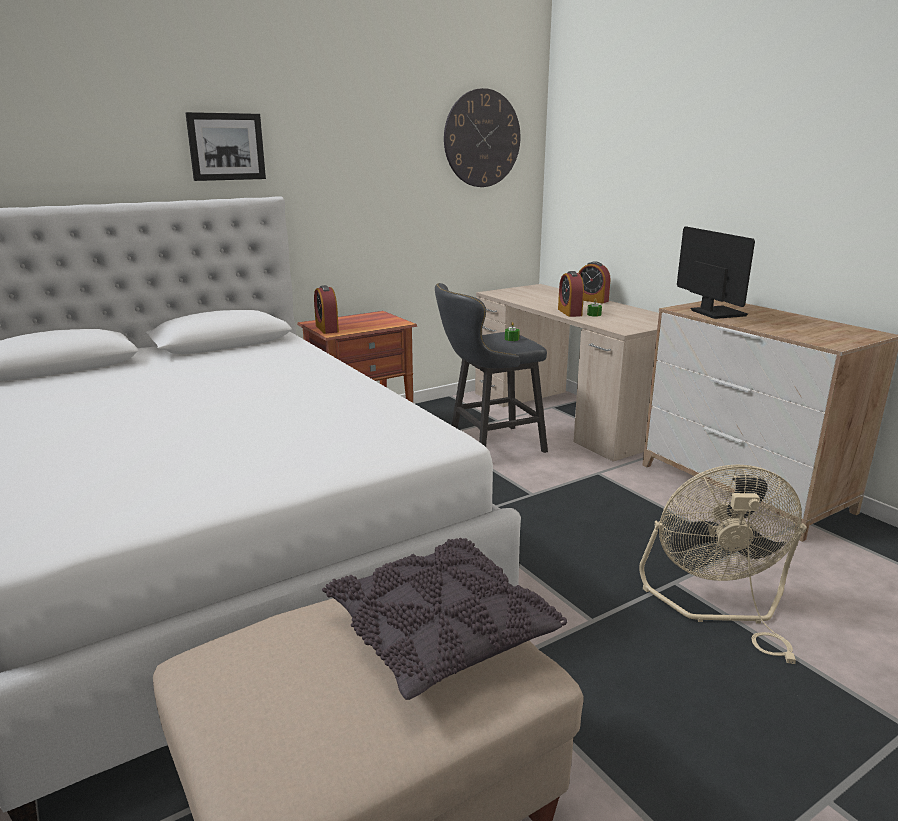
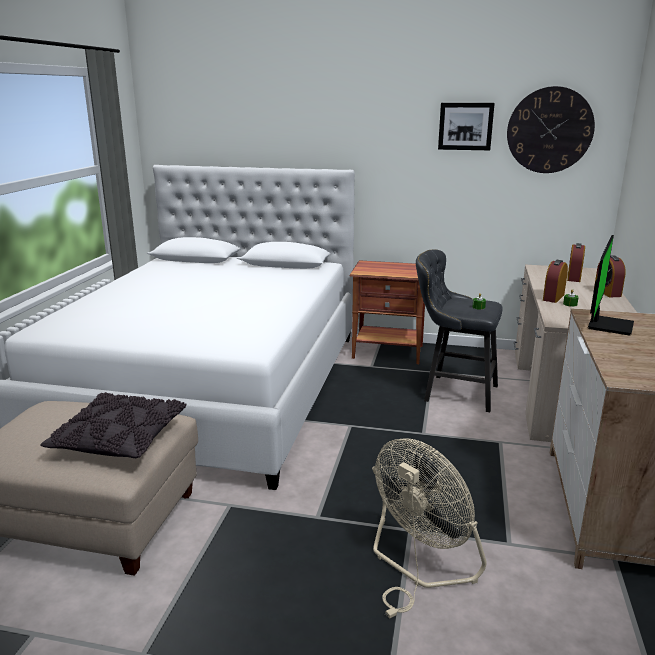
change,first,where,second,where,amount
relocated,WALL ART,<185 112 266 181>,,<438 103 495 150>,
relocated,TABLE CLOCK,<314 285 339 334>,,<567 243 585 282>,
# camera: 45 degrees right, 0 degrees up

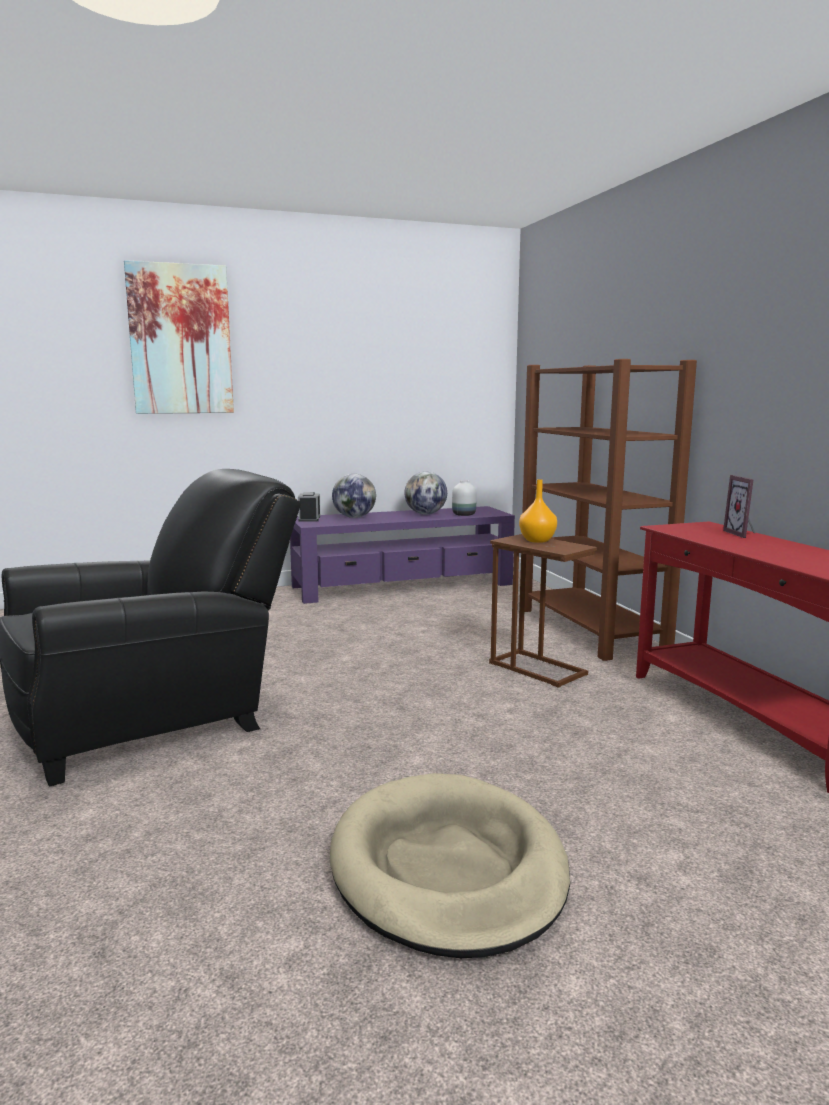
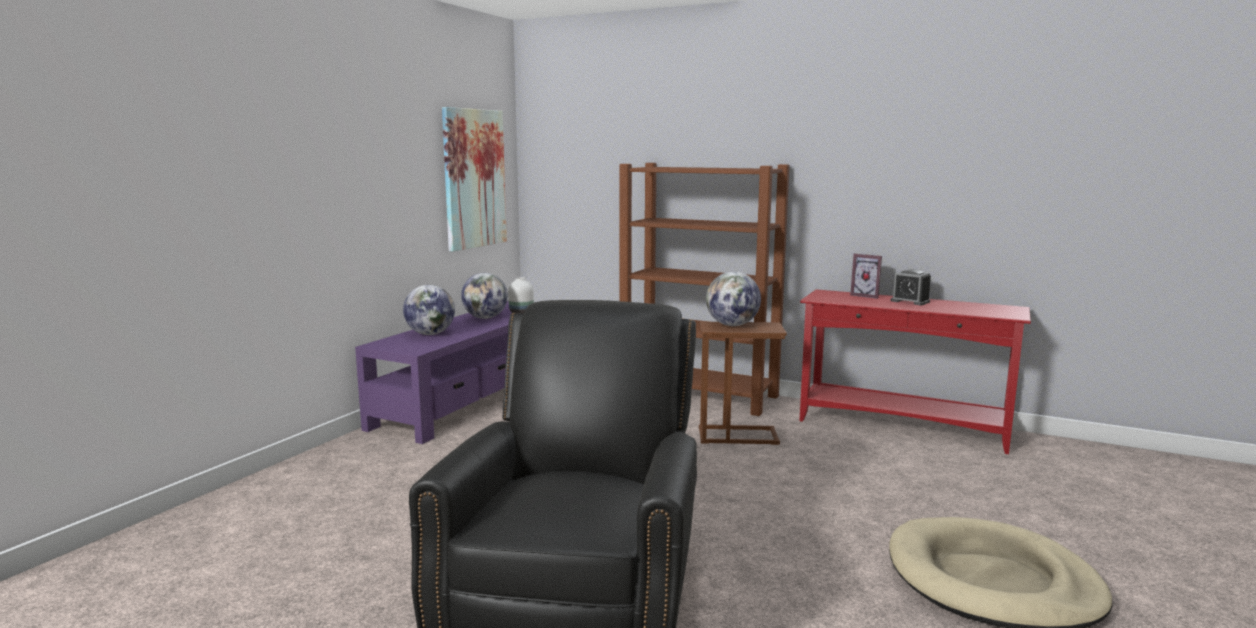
change,first,where,second,where,amount
relocated,WALL ART,<124 260 234 414>,,<442 107 507 252>,
relocated,TABLE CLOCK,<298 492 320 522>,,<891 269 931 305>,
exchanged,ORANGEY VASE,<519 479 557 543>,GLOBE,<706 272 761 326>,
# camera: 45 degrees left, 0 degrees up

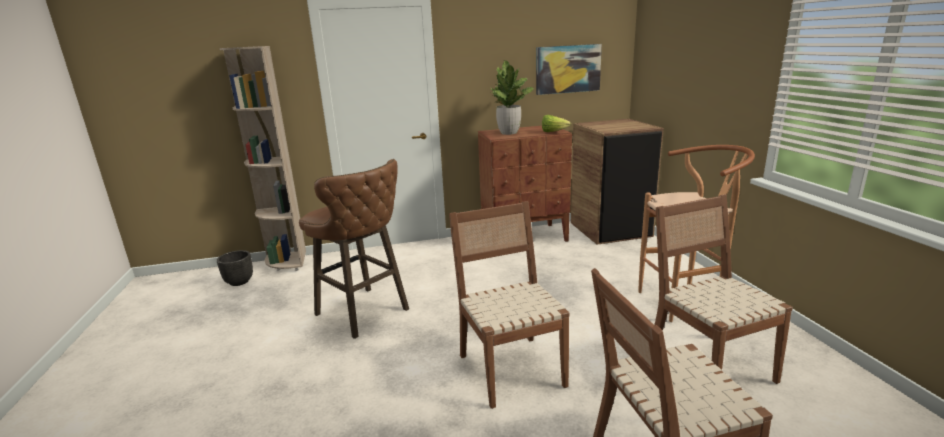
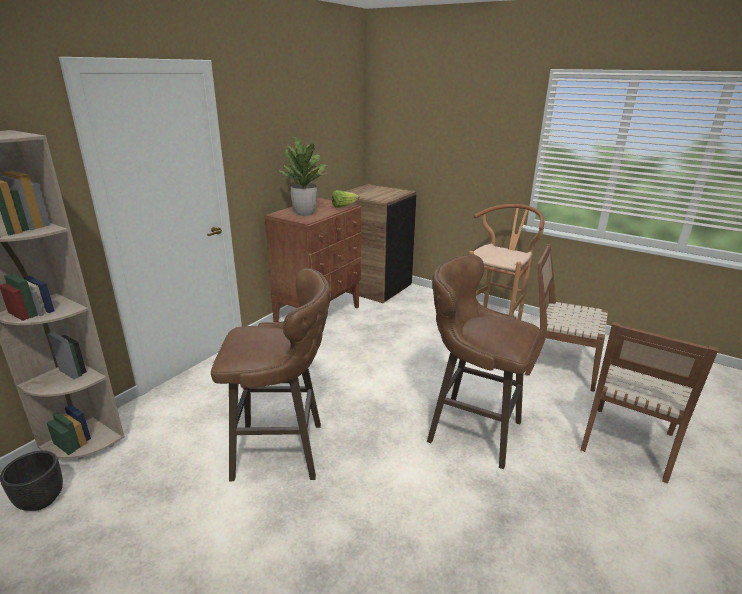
change,first,where,second,where,amount
missing,WALL ART,<536 44 602 95>,,,
exchanged,PLAIN CHAIR,<449 201 570 409>,BROWNISH SITTING STOOL,<427 254 541 469>,
# camera: 45 degrees left, 5 degrees up

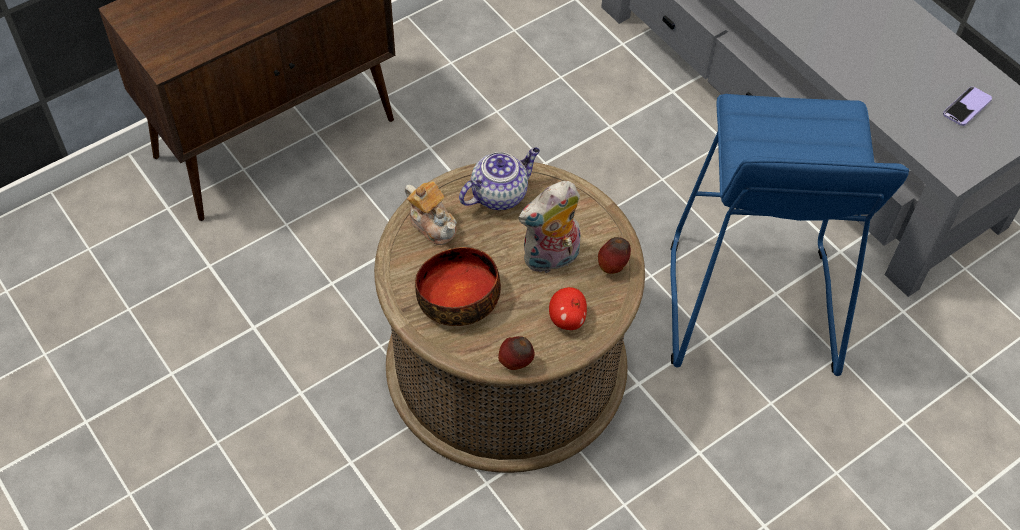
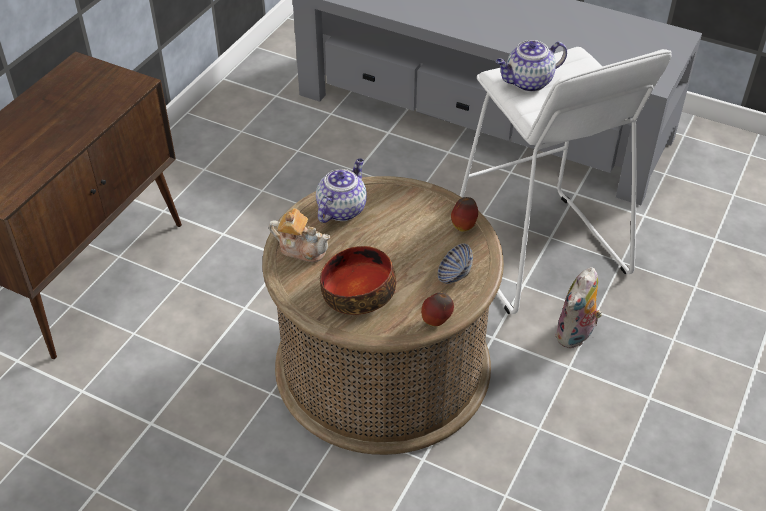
change,first,where,second,where,amount
missing,HANDSET,<943 87 992 126>,,,
appeared,,,TEAPOT,<496 40 567 92>,
relocated,PLUSH TOY,<518 181 581 273>,,<555 267 602 349>,
exchanged,WHOLE APPLE,<549 287 587 330>,SERVING BOWL,<438 243 473 284>,
colour,BLUISH SITTING STOOL,<670 94 909 376>,WHITE SITTING STOOL,<460 47 672 314>,
# camera: 25 degrees left, 10 degrees down

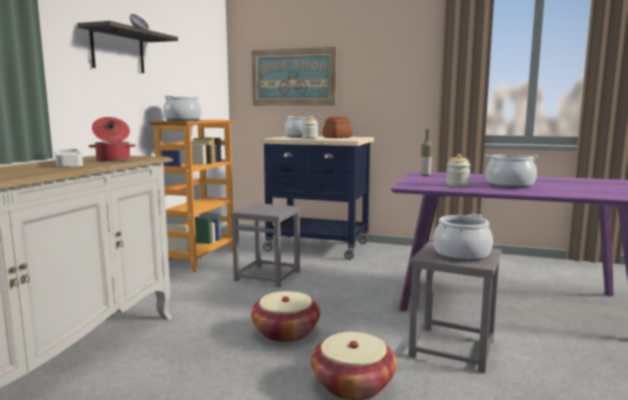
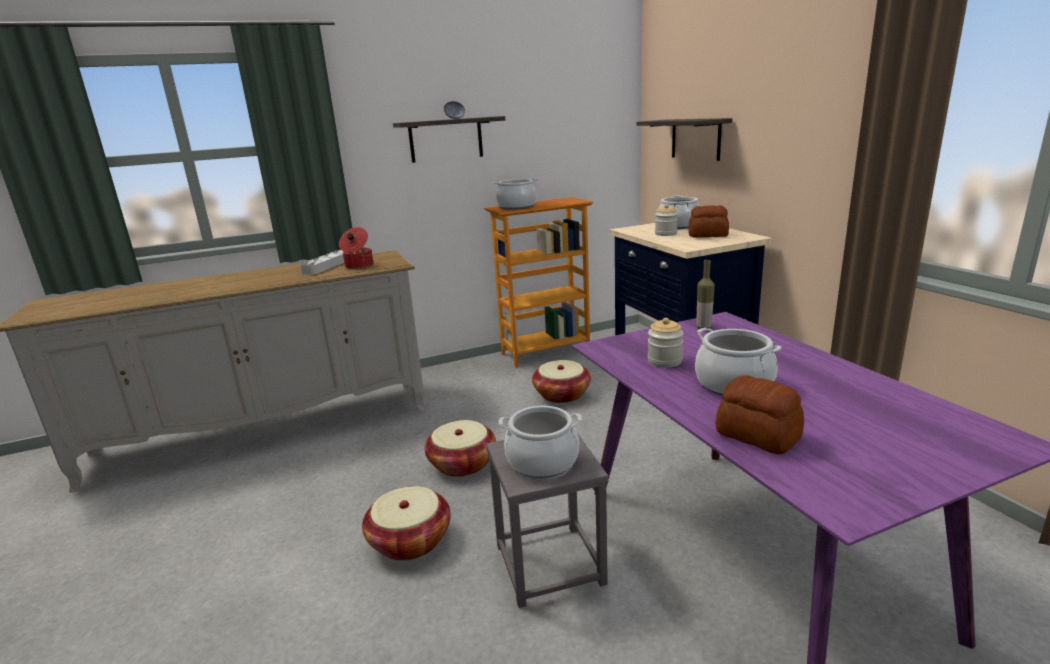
change,first,where,second,where,amount
appeared,,,BAKERY BREAD,<715 375 804 454>,
exchanged,GRAY SITTING STOOL,<230 203 301 287>,BASKET,<532 360 591 403>,
exchanged,WALL ART,<252 47 337 106>,SHELF,<637 118 732 161>,
# camera: 50 degrees right, 10 degrees up

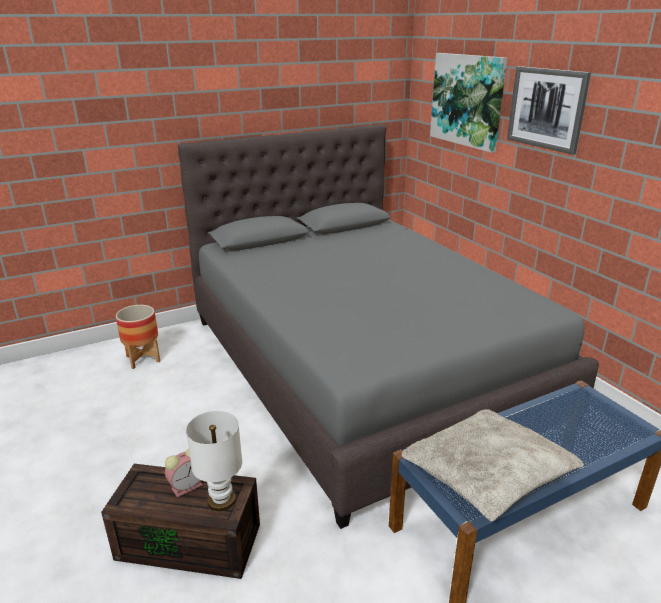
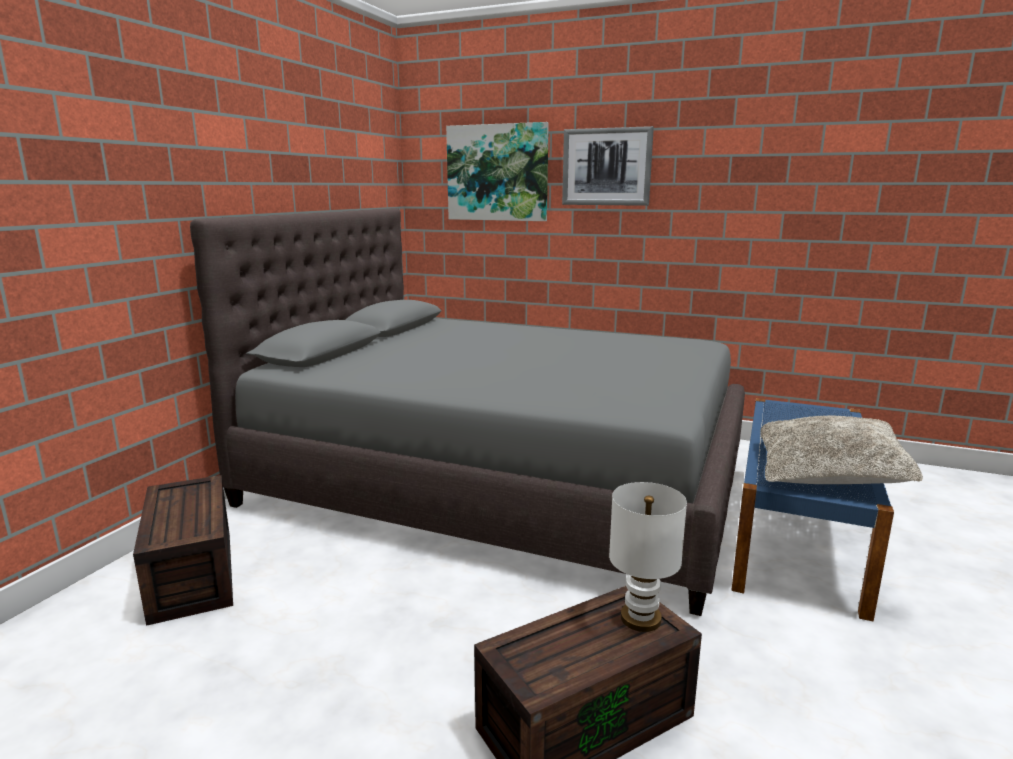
change,first,where,second,where,amount
missing,TABLE CLOCK,<165 449 203 497>,,,
exchanged,PLANT POT,<116 305 160 369>,BROWNISH STORAGE BOX,<133 475 233 626>,
# camera: 40 degrees left, 10 degrees down

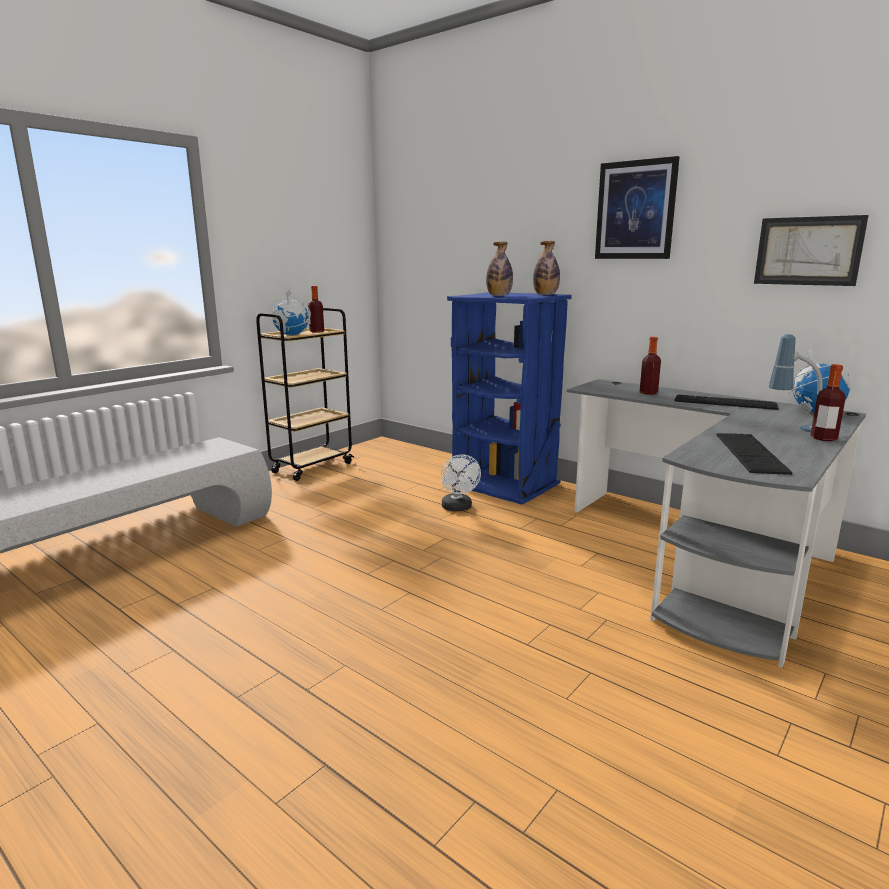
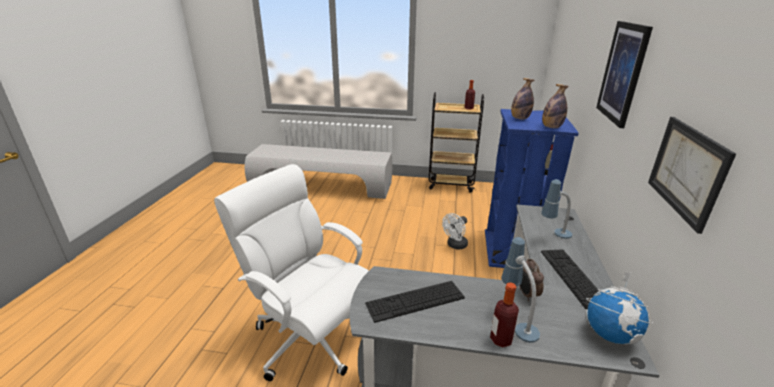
change,first,where,second,where,amount
missing,GLOBE,<270 288 311 335>,,,
appeared,,,WHITE COMPUTER CHAIR,<214 164 369 381>,
appeared,,,TABLE CLOCK,<519 259 544 301>,
exchanged,DRINK BOTTLE,<640 337 661 395>,TABLETOP LAMP,<541 179 572 239>,
# camera: 60 degrees right, 10 degrees up

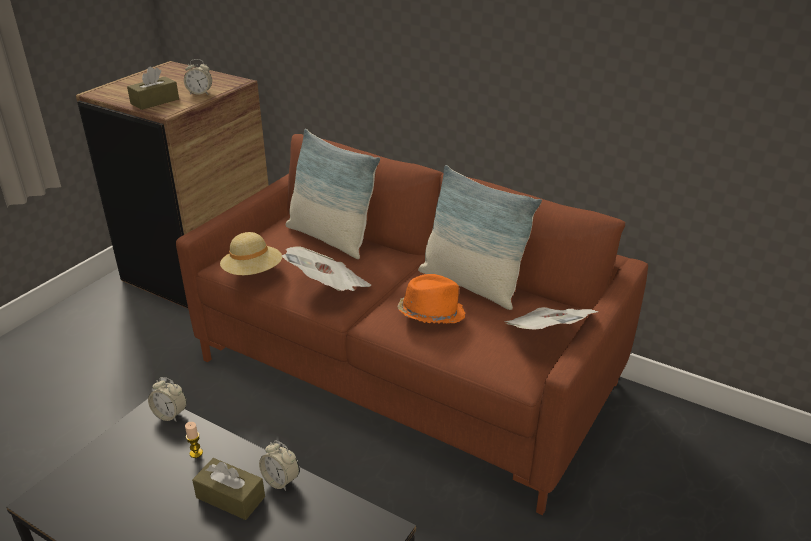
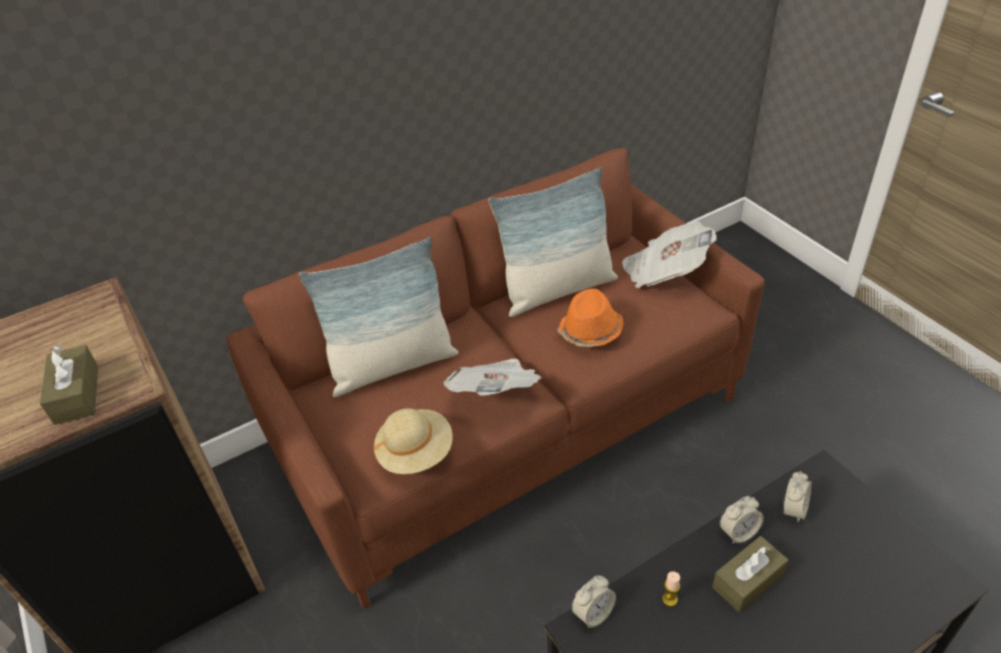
change,first,where,second,where,amount
relocated,TABLE CLOCK,<184 59 212 95>,,<783 471 812 523>,
# camera: 60 degrees left, 10 degrees up

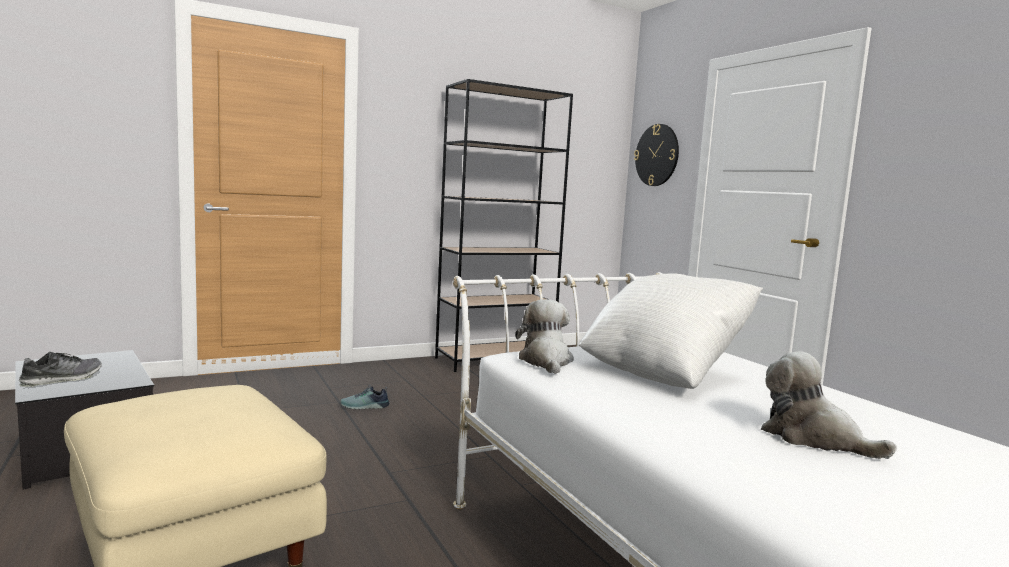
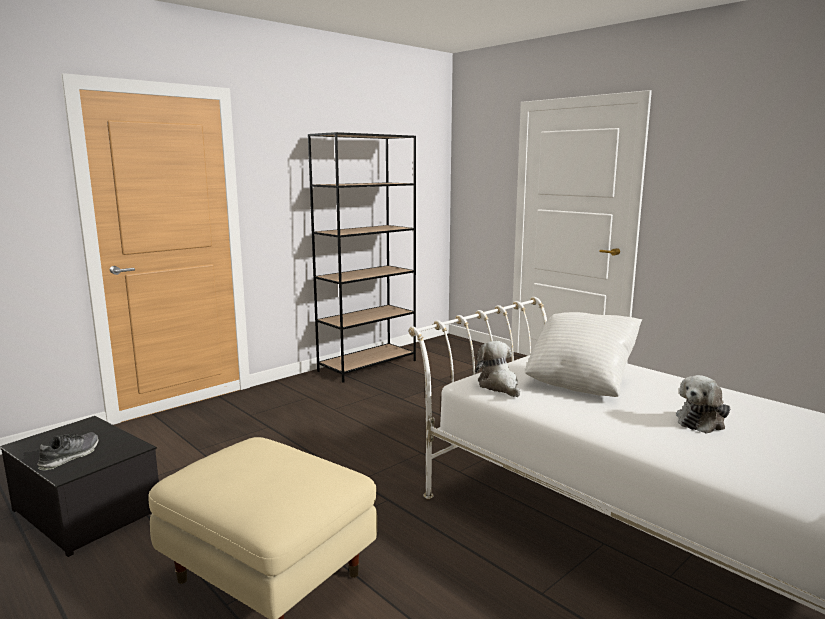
change,first,where,second,where,amount
missing,SHOE,<340 385 390 409>,,,
missing,WALL CLOCK,<634 124 679 186>,,,
spun,PLUSH TOY,<761 351 897 459>,,<676 375 730 434>,75 degrees counterclockwise
# camera: 15 degrees left, 5 degrees up

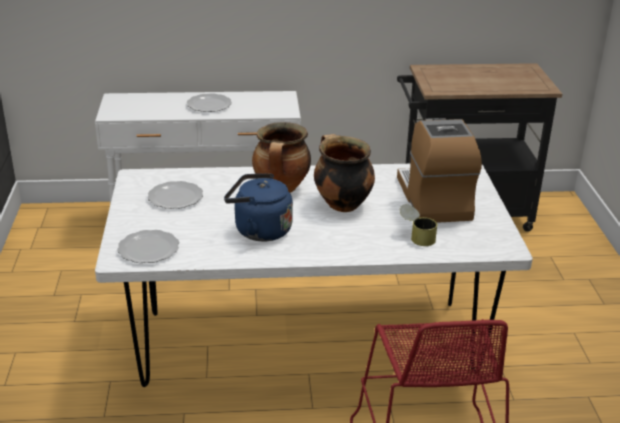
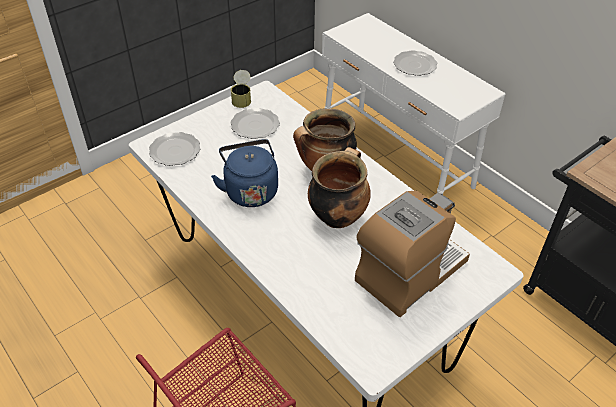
change,first,where,second,where,amount
relocated,CAN,<400 204 438 246>,,<231 70 251 108>,
# camera: 55 degrees right, 15 degrees up

